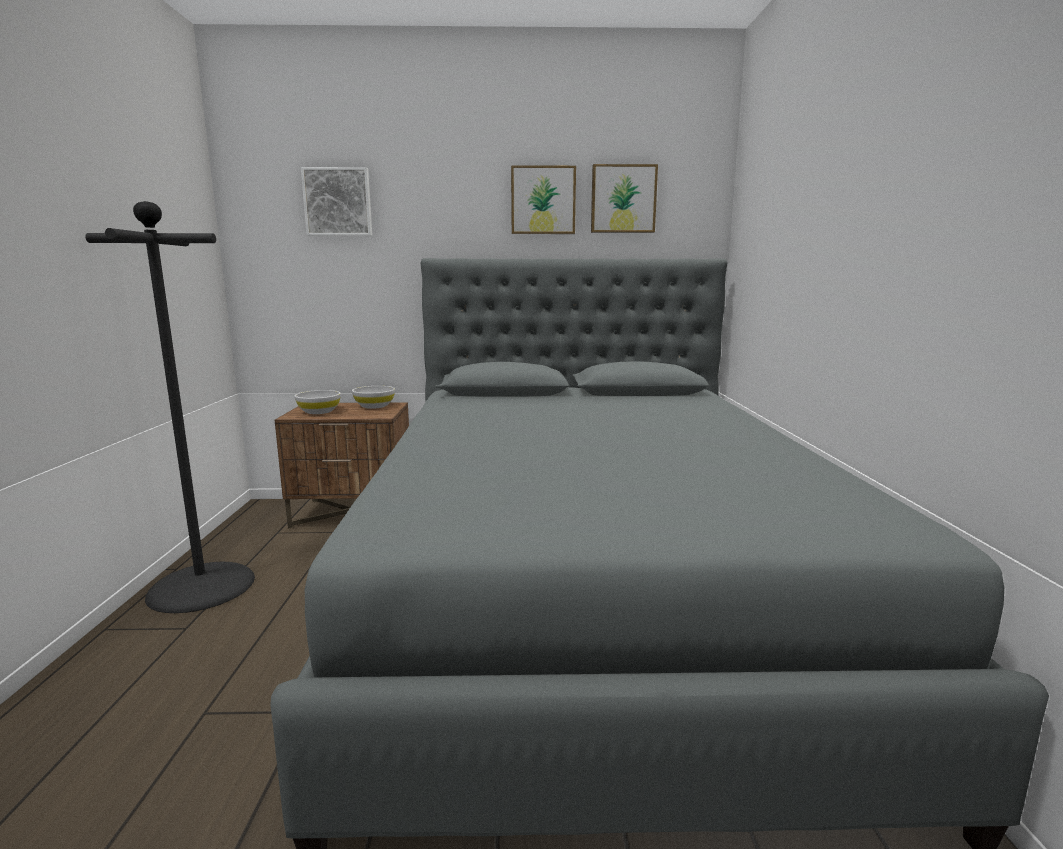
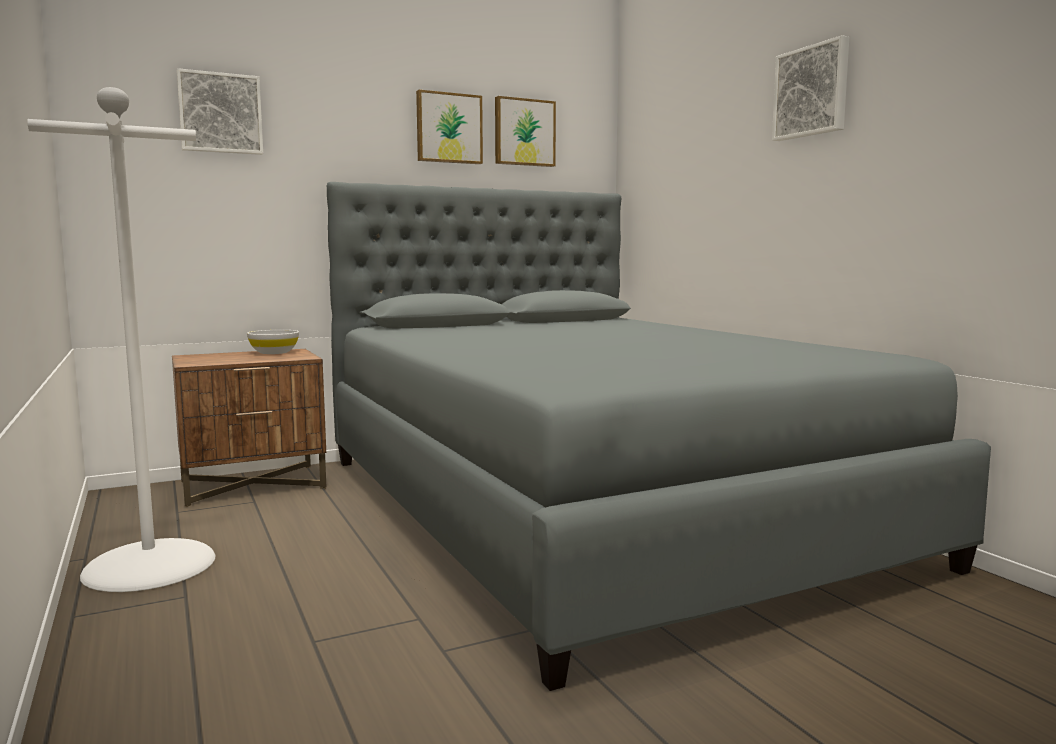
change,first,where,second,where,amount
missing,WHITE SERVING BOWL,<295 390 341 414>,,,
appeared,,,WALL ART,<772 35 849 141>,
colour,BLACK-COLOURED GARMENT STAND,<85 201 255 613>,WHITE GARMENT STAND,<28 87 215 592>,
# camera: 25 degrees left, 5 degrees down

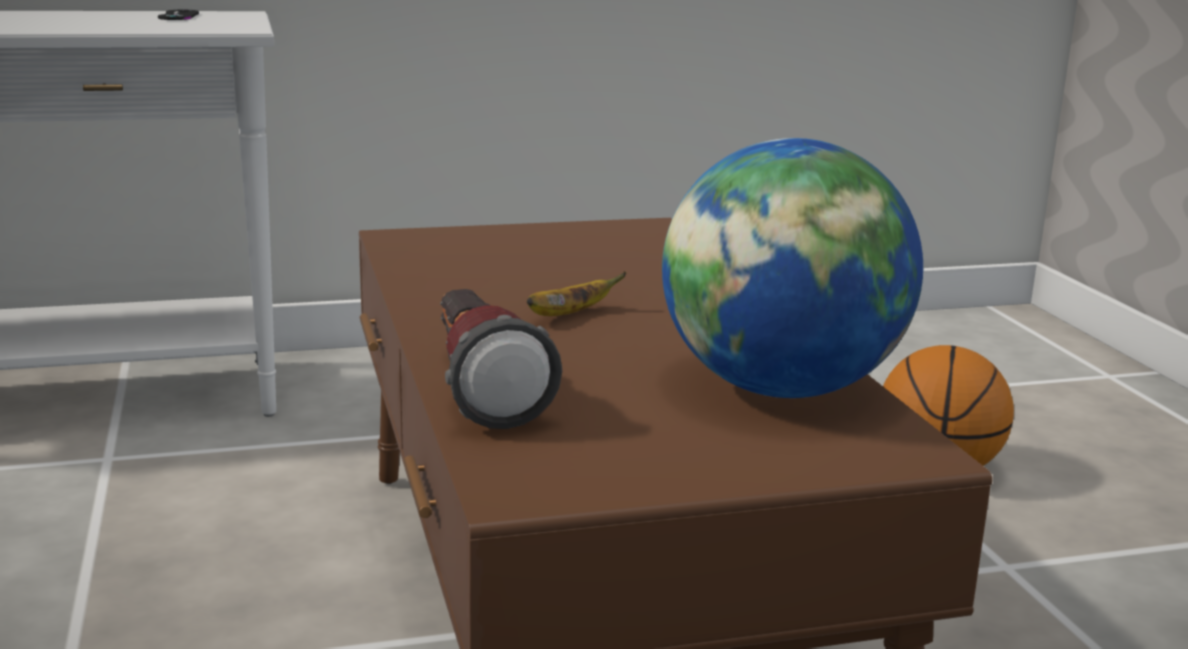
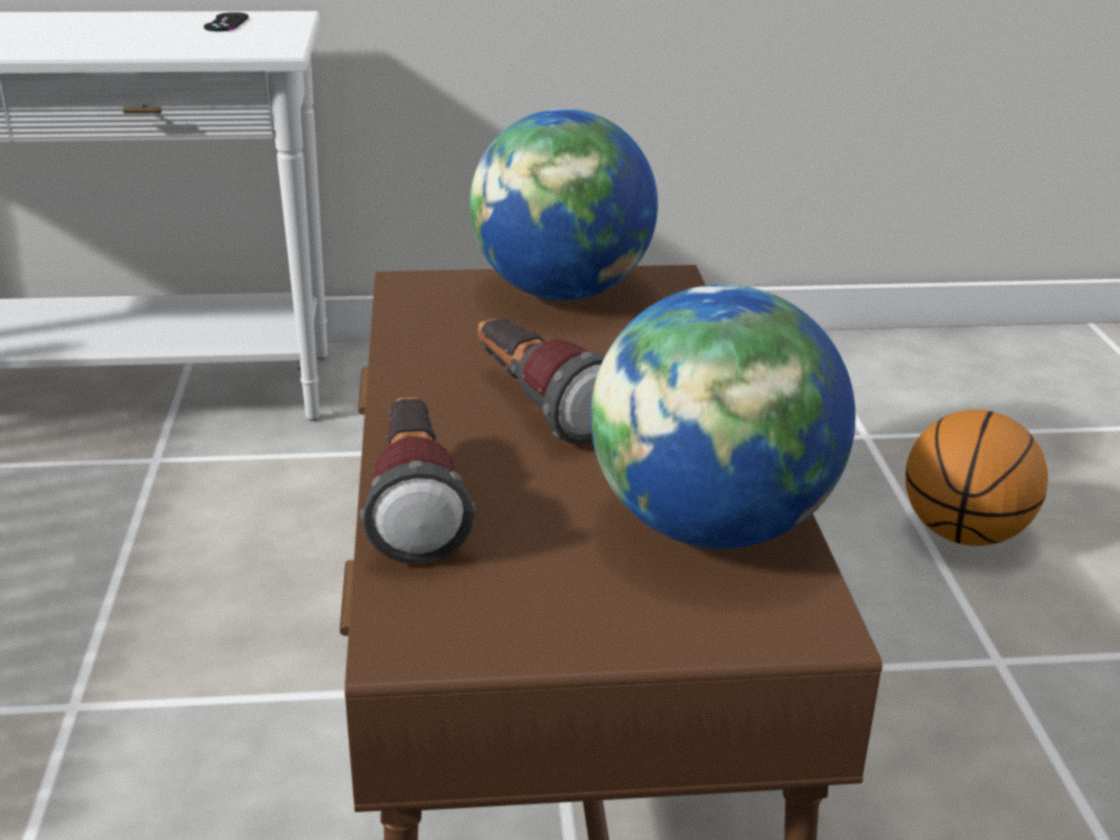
change,first,where,second,where,amount
appeared,,,GLOBE,<470 109 658 300>,
exchanged,BANANA,<527 272 627 316>,TORCH,<478 318 605 445>,
# camera: 10 degrees right, 10 degrees up

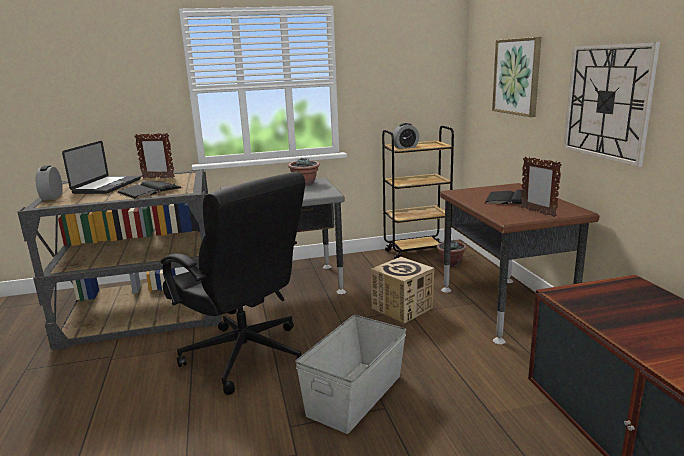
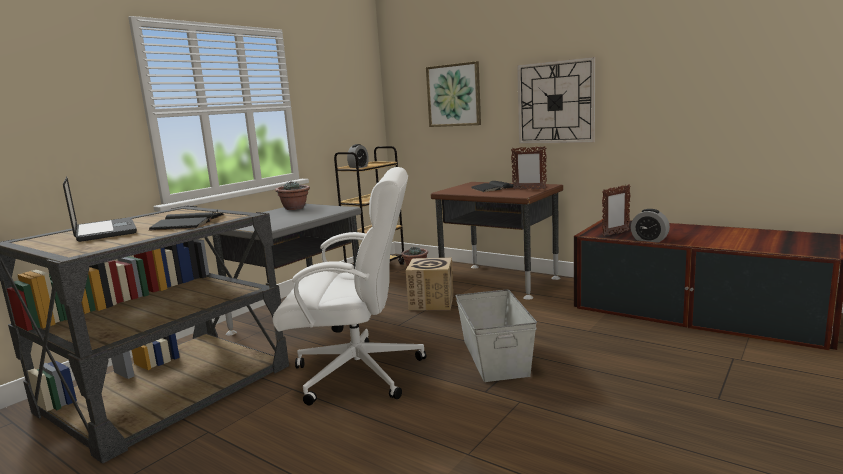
change,first,where,second,where,amount
relocated,TABLE CLOCK,<35 165 63 200>,,<631 209 670 243>,
relocated,STANDING FRAME,<134 133 175 178>,,<602 184 631 237>,
colour,BLACK-COLOURED COMPUTER CHAIR,<161 172 305 395>,WHITE COMPUTER CHAIR,<273 167 426 405>,
# camera: 40 degrees left, 5 degrees down

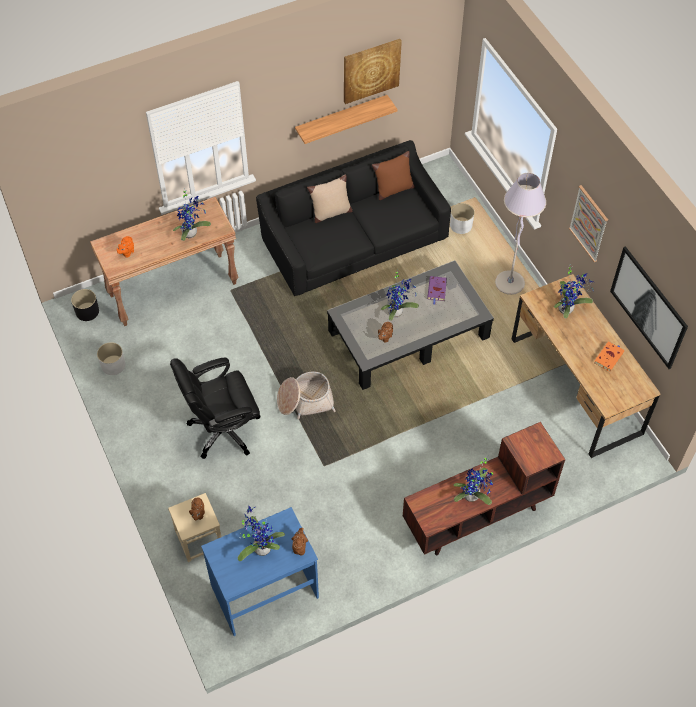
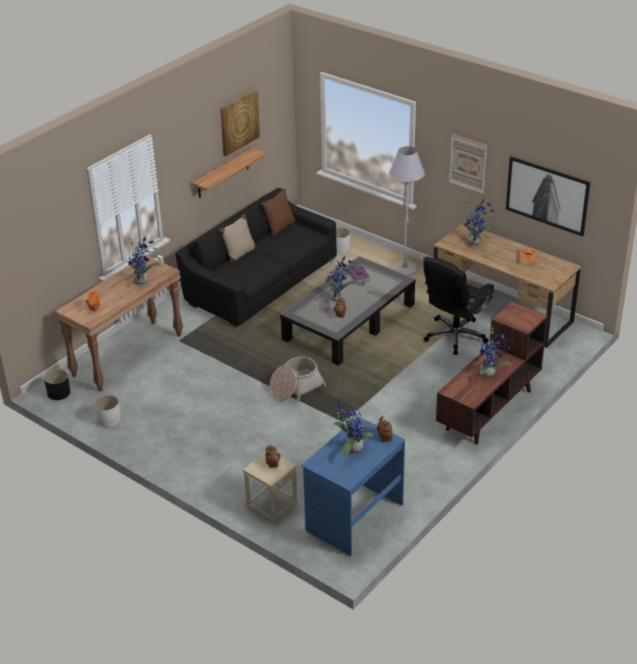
change,first,where,second,where,amount
relocated,BLACK-COLOURED COMPUTER CHAIR,<170 358 261 459>,,<423 257 494 355>,
# camera: 25 degrees left, 20 degrees down

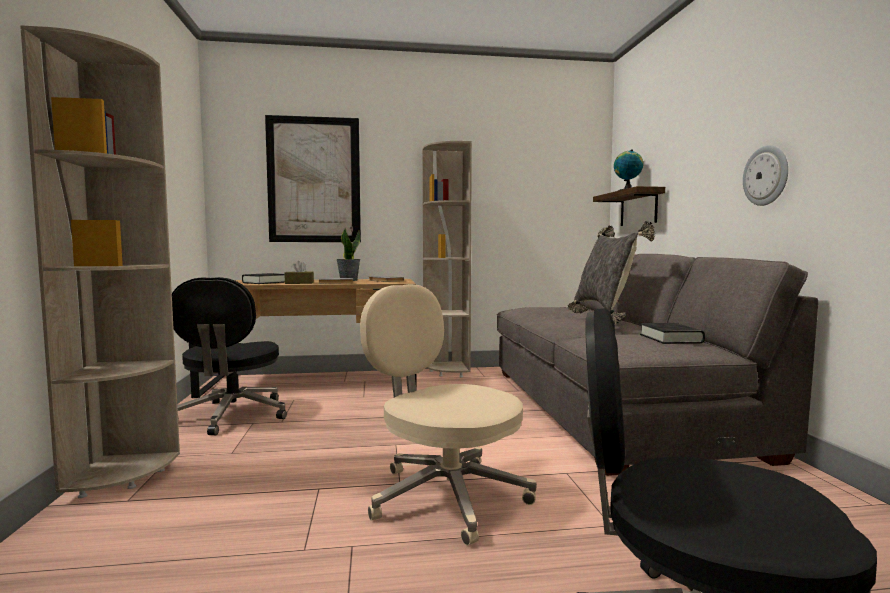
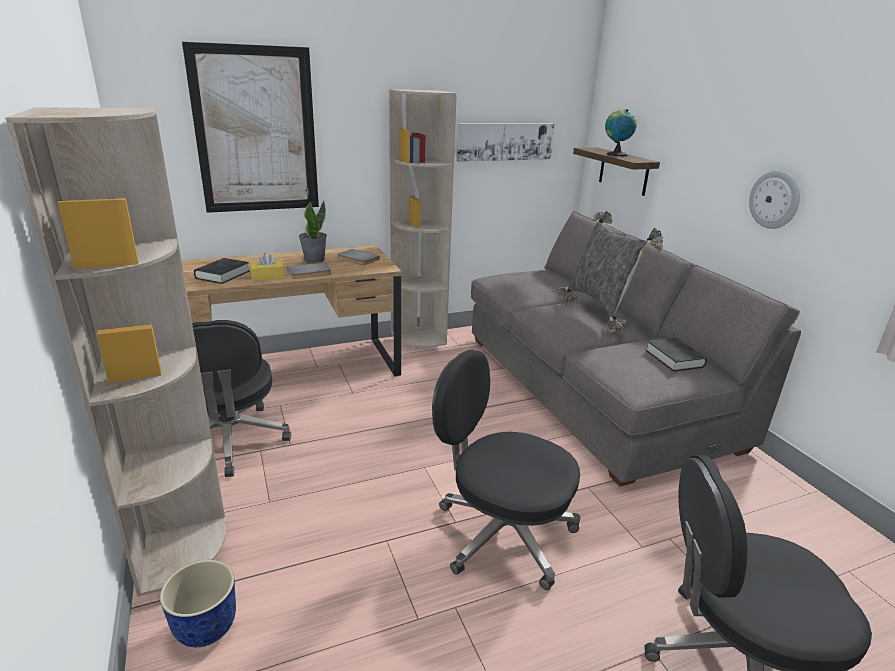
change,first,where,second,where,amount
appeared,,,PLANT POT,<160 560 236 647>,
appeared,,,WALL ART,<456 123 554 162>,
colour,BROWNISH BOX OF TISSUES,<285 261 314 284>,YELLOW-COLOURED BOX OF TISSUES,<250 252 285 281>,
colour,SAND-COLOURED COMPUTER CHAIR,<360 284 537 546>,BLACK-COLOURED COMPUTER CHAIR,<432 350 580 590>,
# camera: 15 degrees left, 20 degrees up

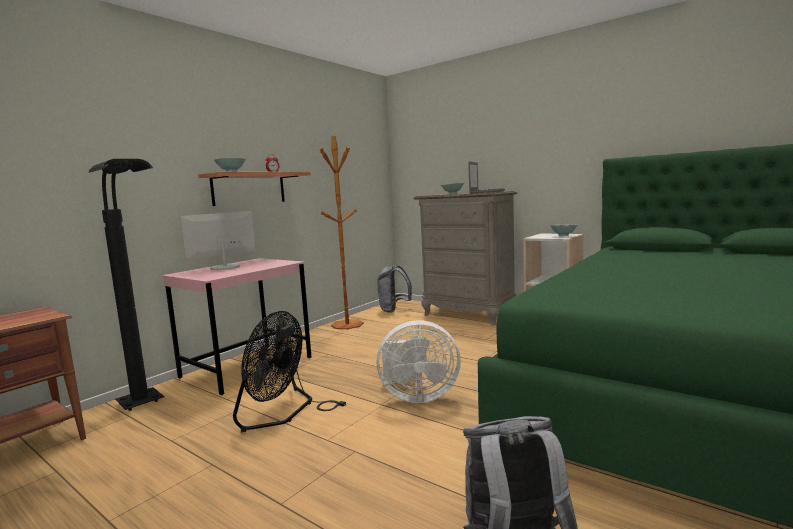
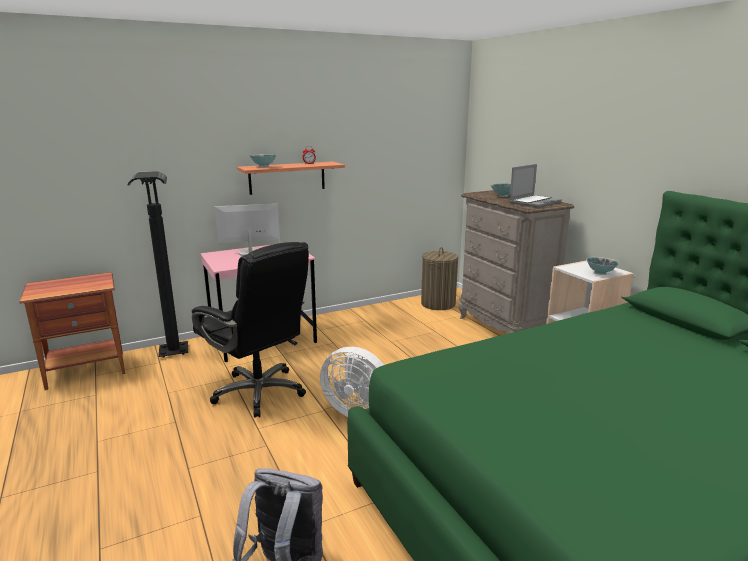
change,first,where,second,where,amount
missing,ORANGEY GARMENT STAND,<319 134 364 329>,,,
exchanged,BLACK-COLOURED FAN,<233 311 347 433>,BLACK-COLOURED COMPUTER CHAIR,<192 242 309 418>,
exchanged,GRAY KNAPSACK,<377 264 412 313>,LAUNDRY BASKET,<421 247 459 310>,
# camera: 25 degrees right, 10 degrees up

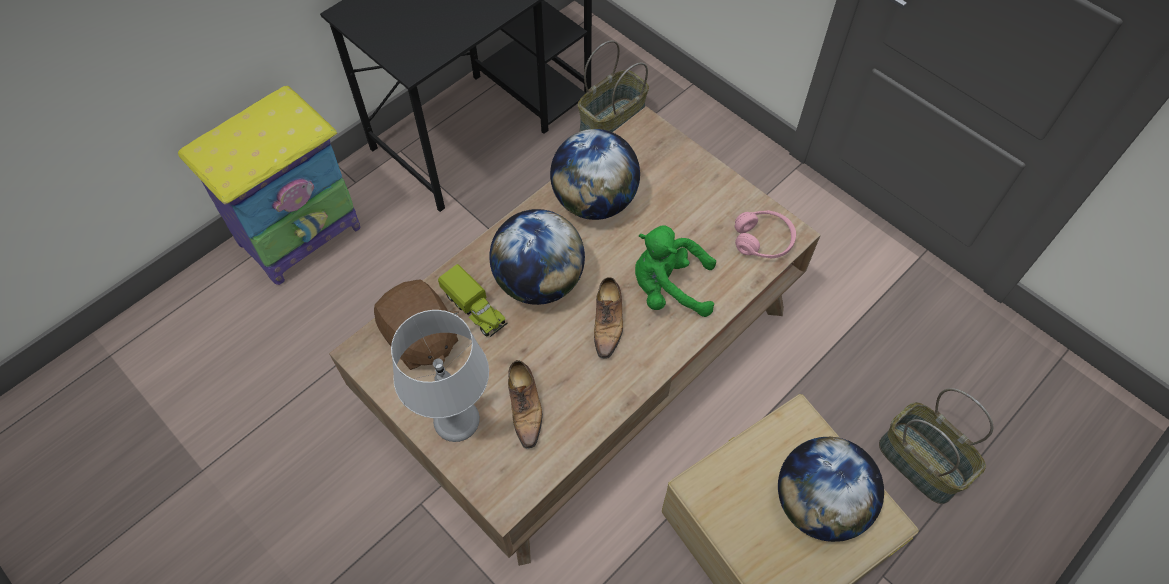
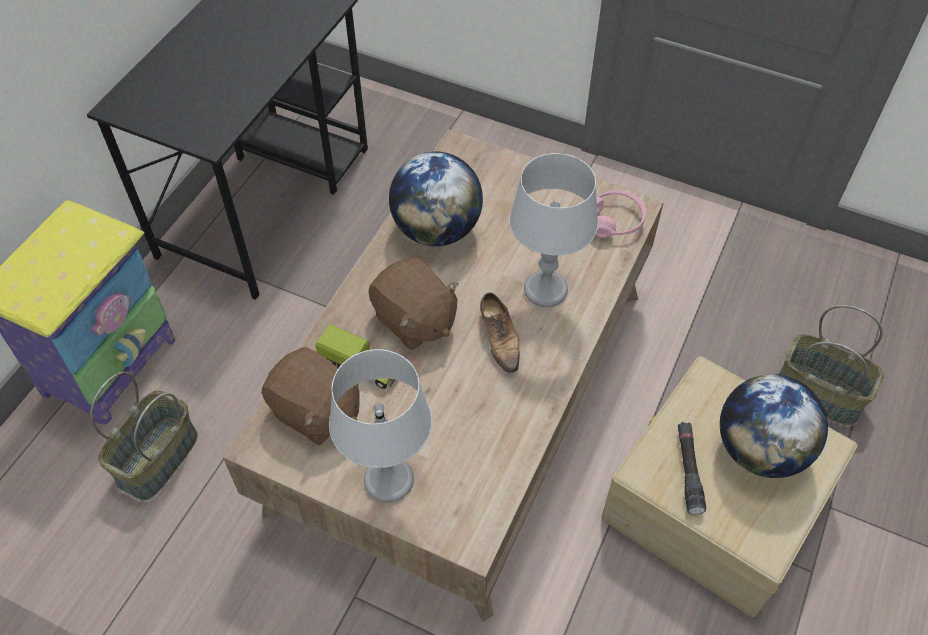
change,first,where,second,where,amount
missing,SHOE,<508 360 543 449>,,,
appeared,,,BLACK-COLOURED TORCH,<678 422 706 515>,
relocated,BASKET,<578 40 649 132>,,<90 372 198 500>,
exchanged,GLOBE,<489 209 585 305>,BROWNISH PLUSH TOY,<369 258 459 350>,
exchanged,GREEN PLUSH TOY,<635 225 716 317>,GRAY TABLETOP LAMP,<509 153 598 307>,
# camera: 20 degrees left, 5 degrees down

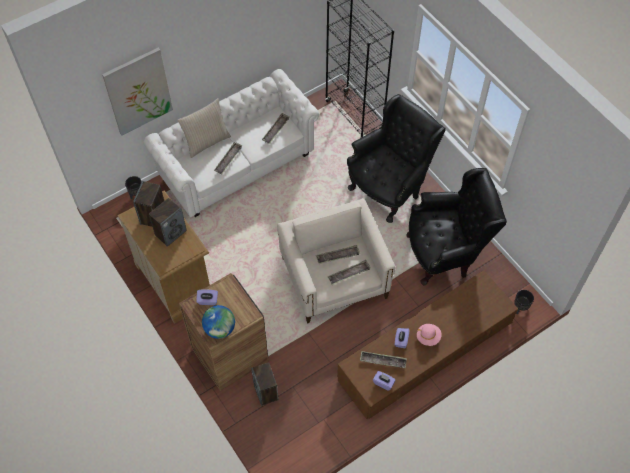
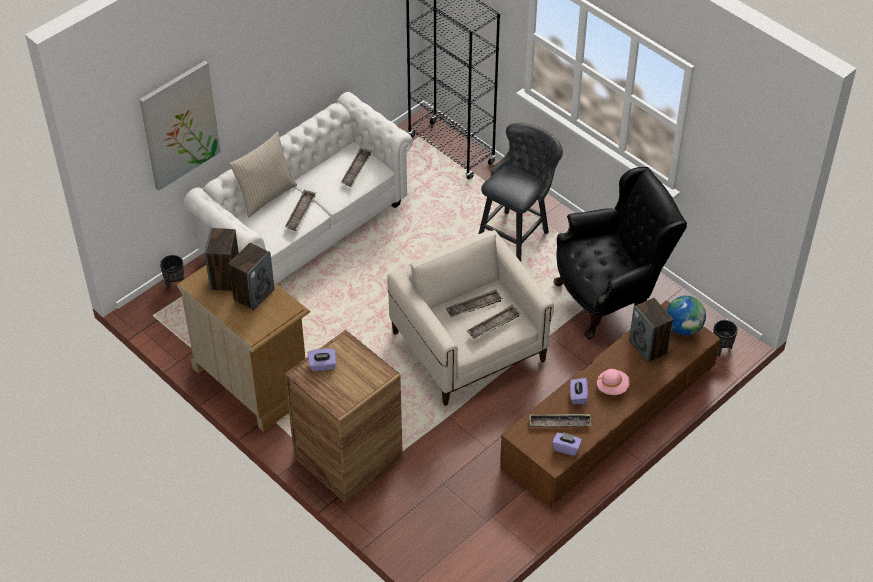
change,first,where,second,where,amount
relocated,GLOBE,<202 305 235 339>,,<667 296 706 335>,
relocated,AUDIO SPEAKER,<251 363 278 406>,,<629 298 673 363>,
exchanged,BLACK-COLOURED EASY CHAIR,<347 94 446 223>,GRAY SITTING STOOL,<479 123 563 262>,
# camera: 10 degrees left, 10 degrees down

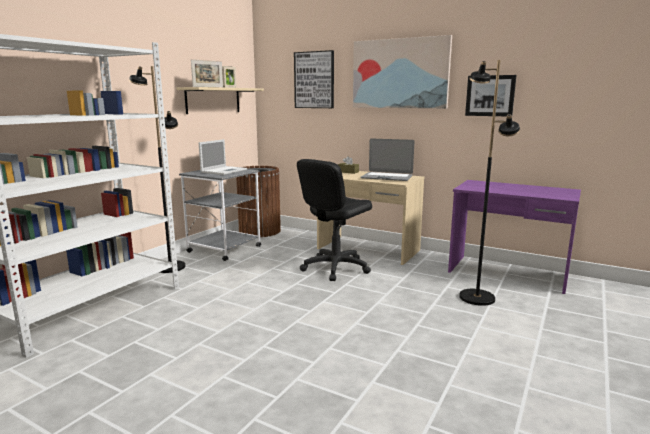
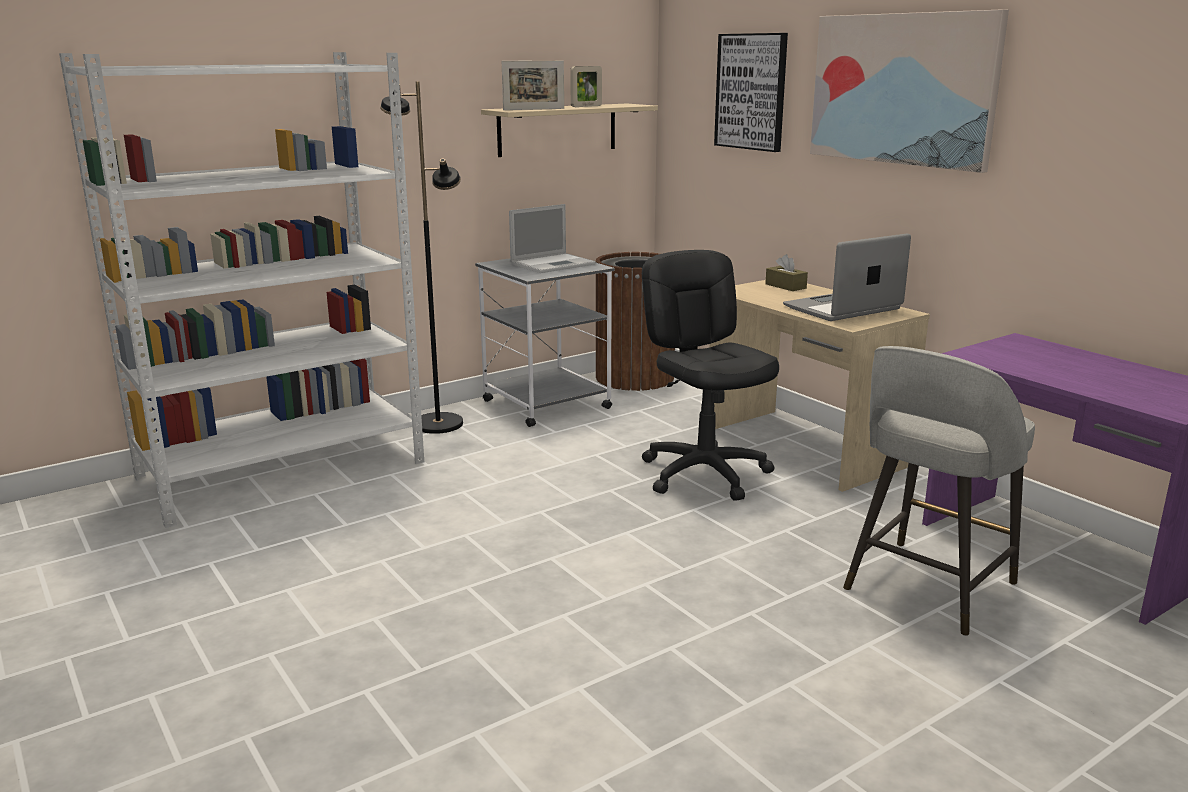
change,first,where,second,where,amount
missing,WALL ART,<465 75 516 116>,,,
exchanged,BLACK-COLOURED STANDARD LAMP,<459 60 520 306>,GRAY SITTING STOOL,<843 346 1035 636>,
spun,BLACK-COLOURED COMPUTER CHAIR,<297 159 372 281>,,<642 250 779 501>,90 degrees clockwise
spun,PORTABLE COMPUTER,<360 139 414 181>,,<783 234 911 321>,105 degrees clockwise
# camera: 25 degrees right, 5 degrees up

